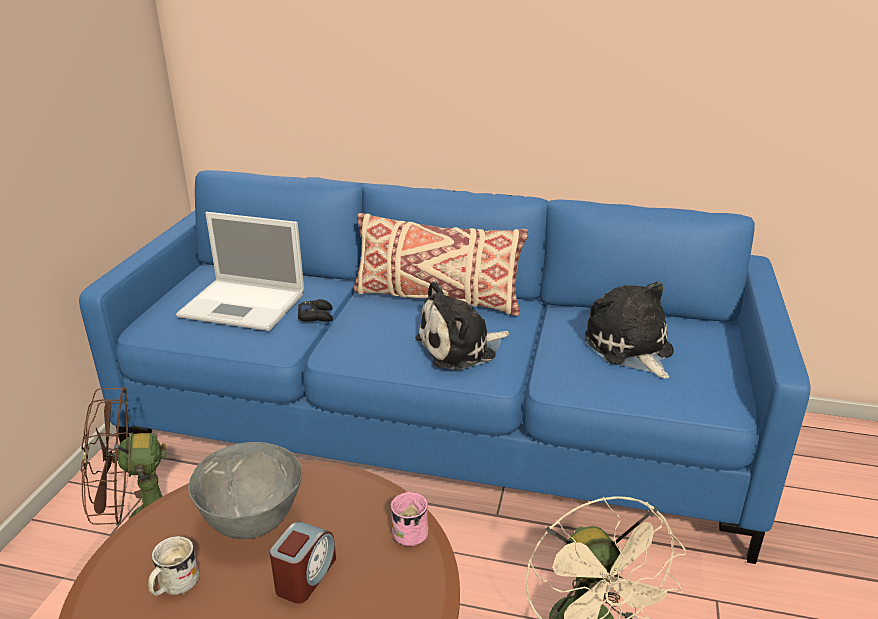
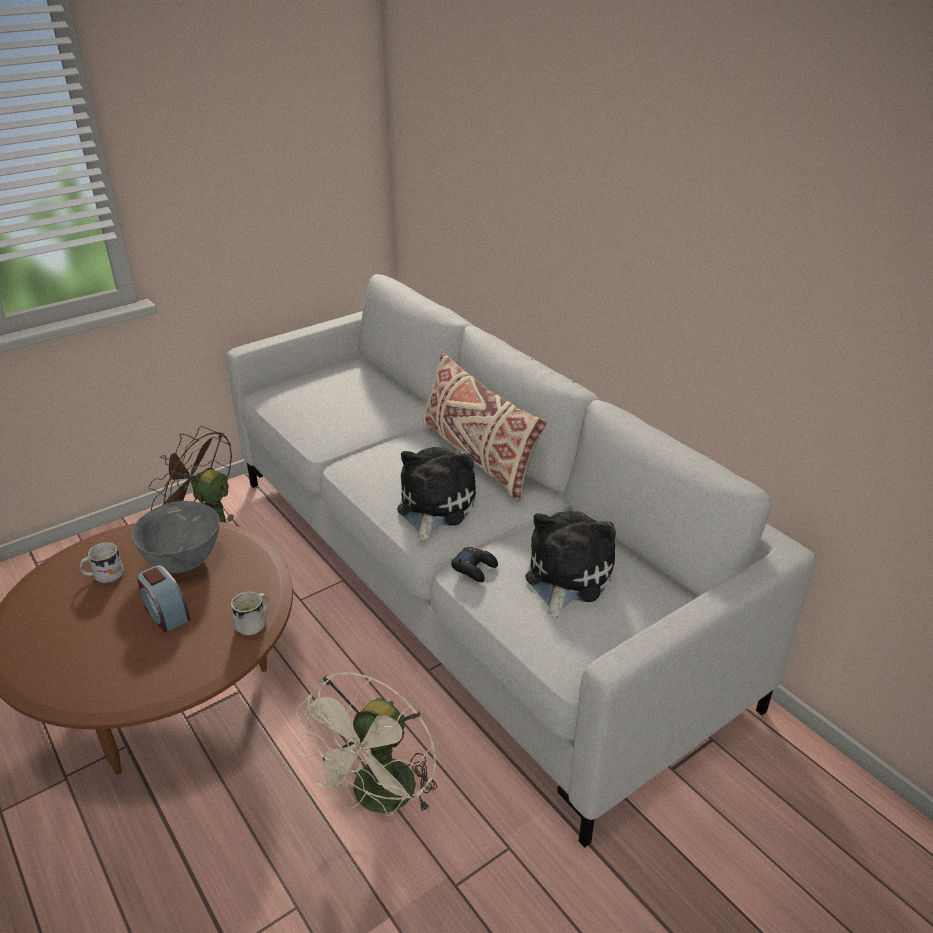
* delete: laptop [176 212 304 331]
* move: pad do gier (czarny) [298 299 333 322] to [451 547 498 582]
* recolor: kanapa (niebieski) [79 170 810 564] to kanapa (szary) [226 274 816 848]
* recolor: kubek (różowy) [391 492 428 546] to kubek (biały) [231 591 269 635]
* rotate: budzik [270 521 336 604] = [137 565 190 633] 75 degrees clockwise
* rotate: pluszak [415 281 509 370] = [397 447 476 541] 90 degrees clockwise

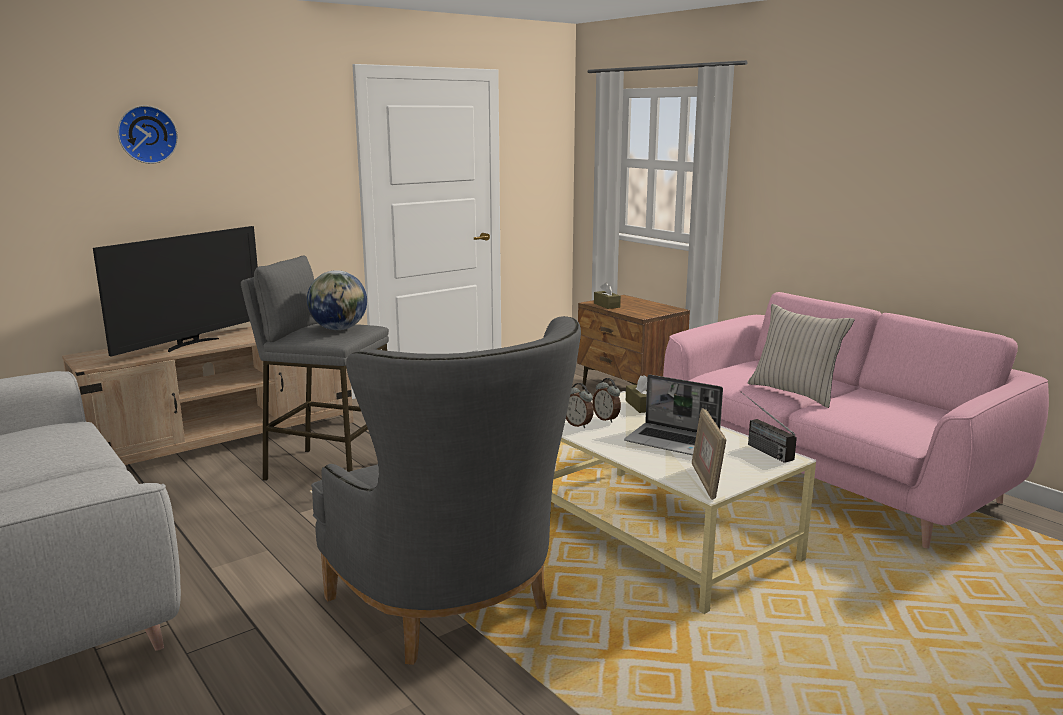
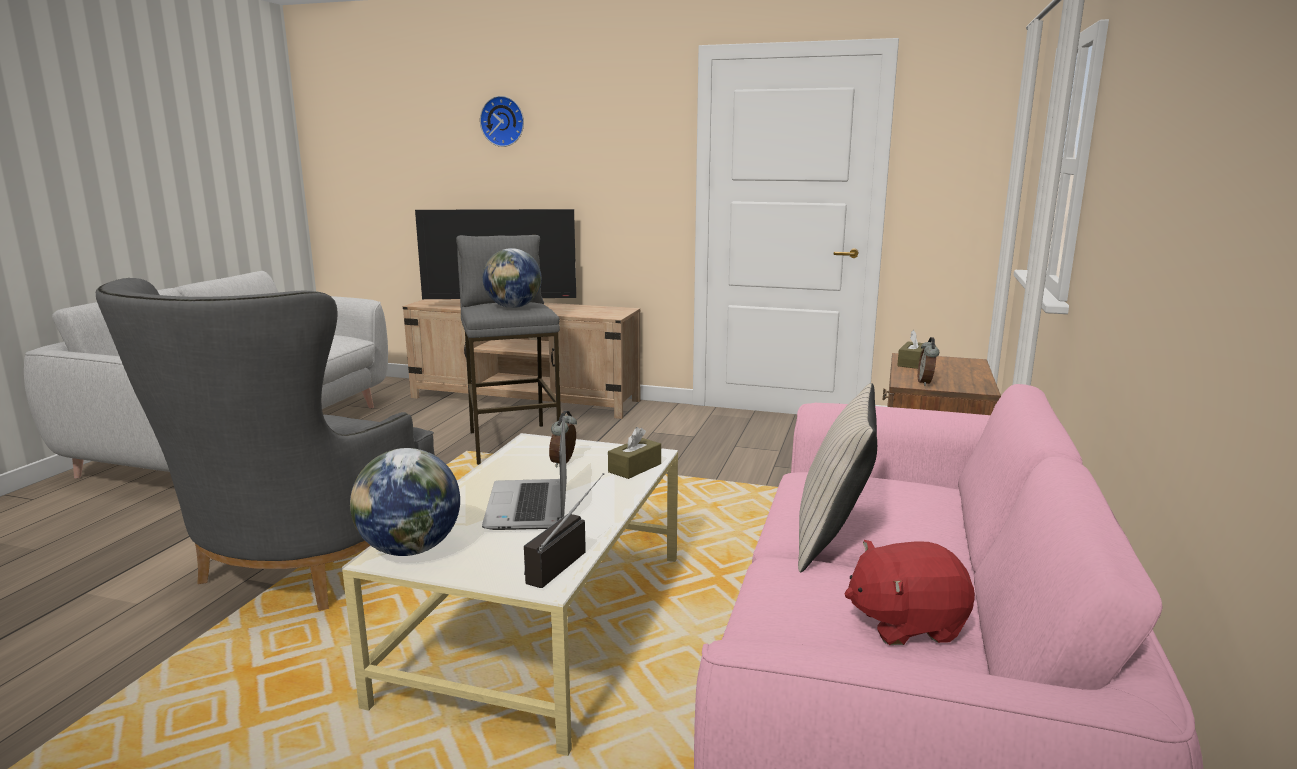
* insert: pluszak (czerwony) [845 540 975 645]
* move: budzik [566 383 594 428] to [918 337 939 386]
* replace: ramka na zdjęcie [692 408 726 500] to globus [350 448 460 556]

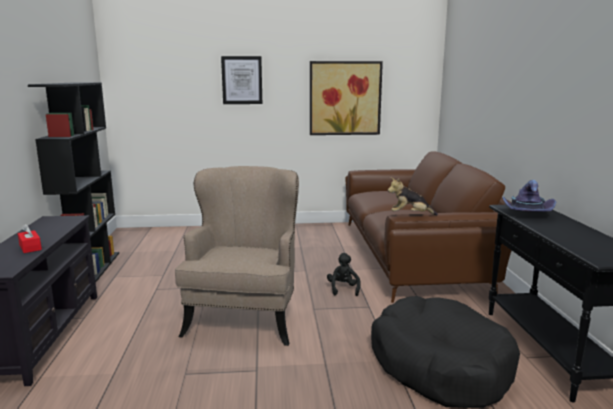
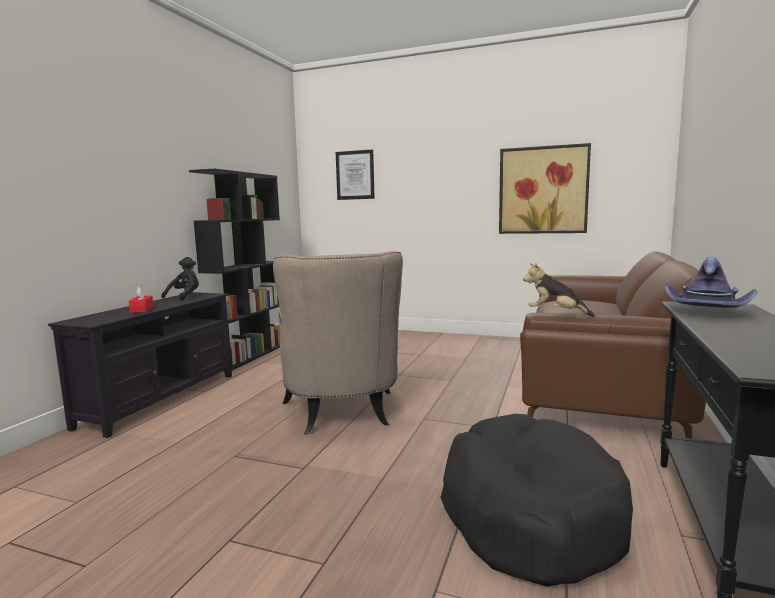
* move: obraz [221 56 262 104] to [336 149 375 200]
* move: pluszak (czarny) [327 253 361 296] to [161 257 199 301]
* rotate: fotel (beżowy) [175 166 299 346] = [273 251 403 434] 135 degrees clockwise

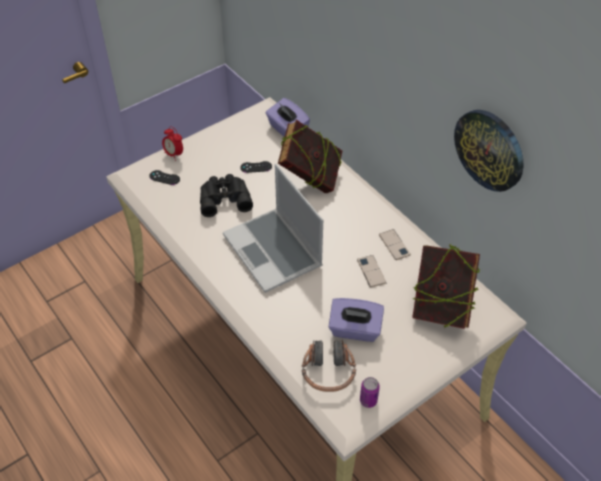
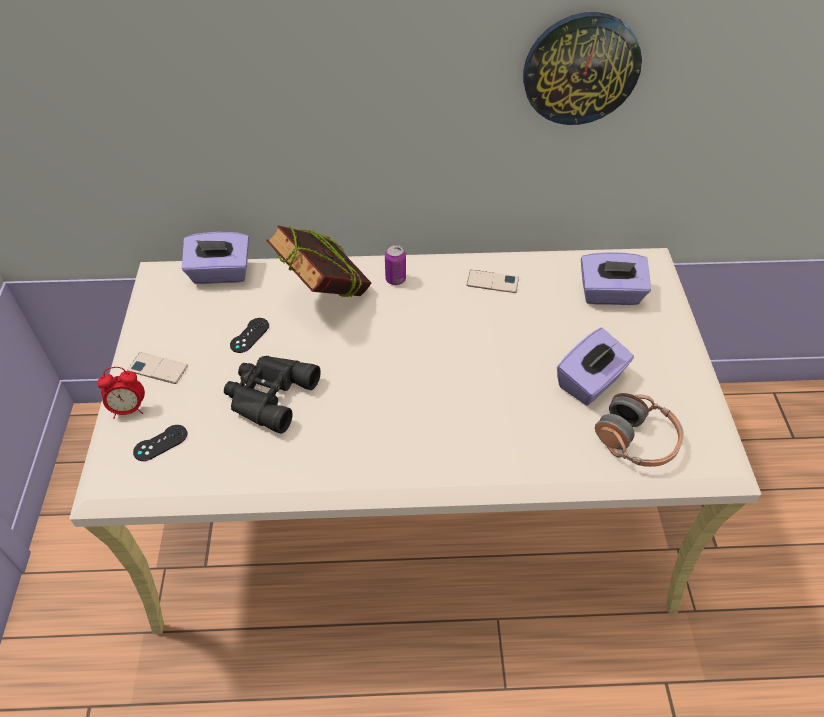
* delete: laptop [223 164 323 293]
* move: telefon [357 255 386 288] to [127 352 188 384]
* move: puszka [360 377 380 408] to [385 244 406 285]
* replace: książka [412 244 480 329] to pudełko chusteczek (fioletowy) [581 252 651 305]

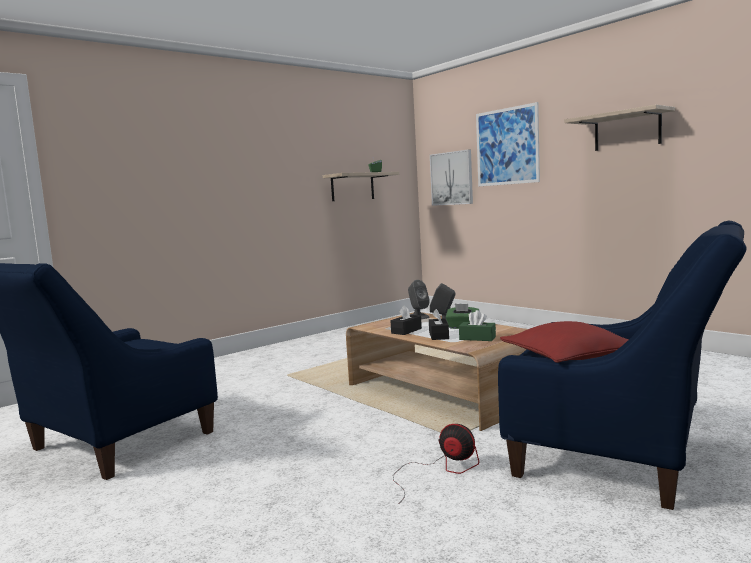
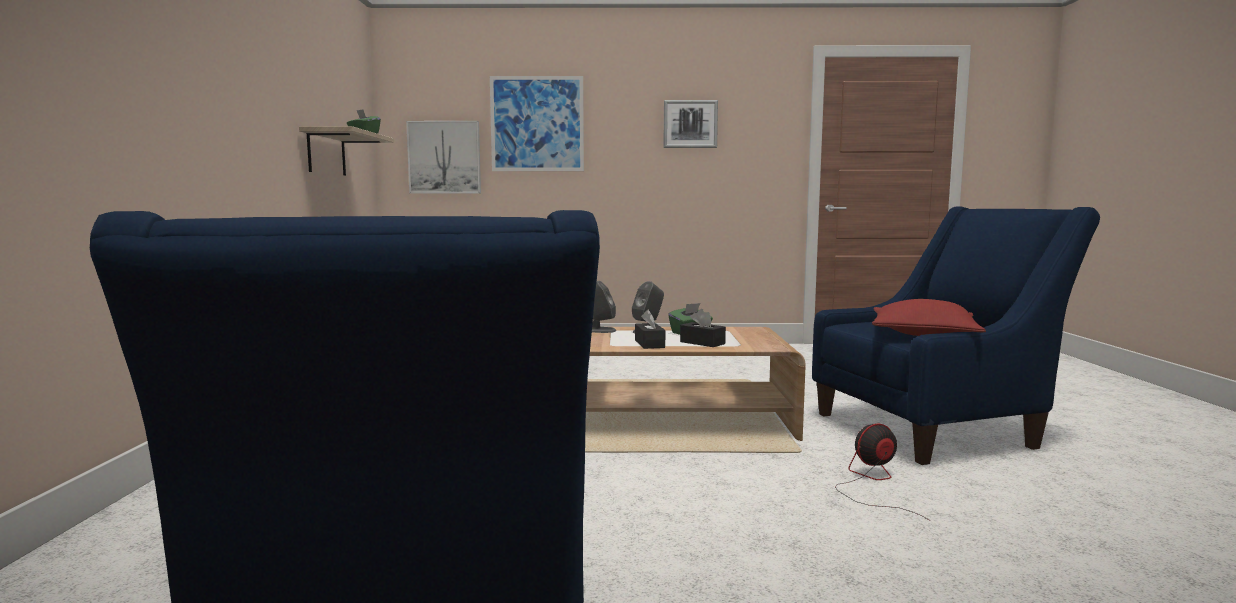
* delete: pudełko chusteczek (zielony) [459 310 496 341]
* replace: półka [564 105 675 151] to obraz [664 100 718 148]

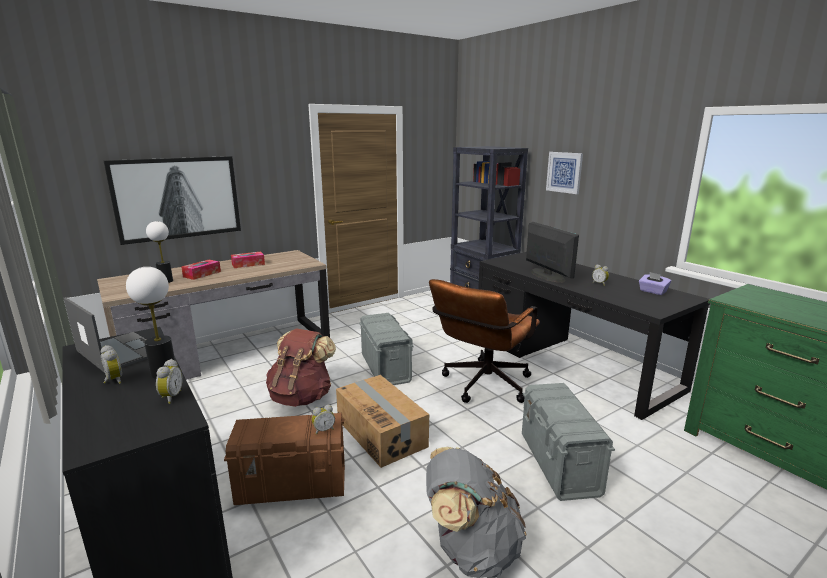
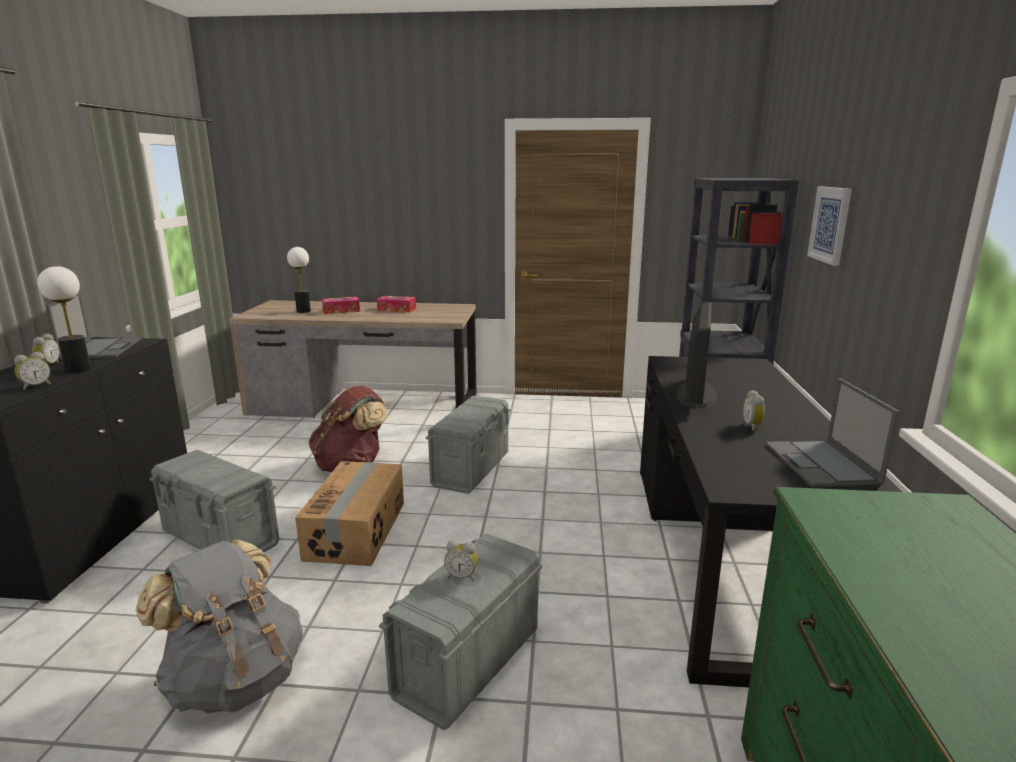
* delete: obraz [103 156 241 245]
* delete: krzesło biurowe (brązowy) [429 279 540 403]
* move: budzik [312 405 335 435] to [444 540 478 581]
* replace: pudełko chusteczek (fioletowy) [639 272 671 295] to laptop [766 378 899 487]
* recolor: pojemnik do przechowywania (brązowy) [224 413 345 505] to pojemnik do przechowywania (szary) [149 450 279 552]

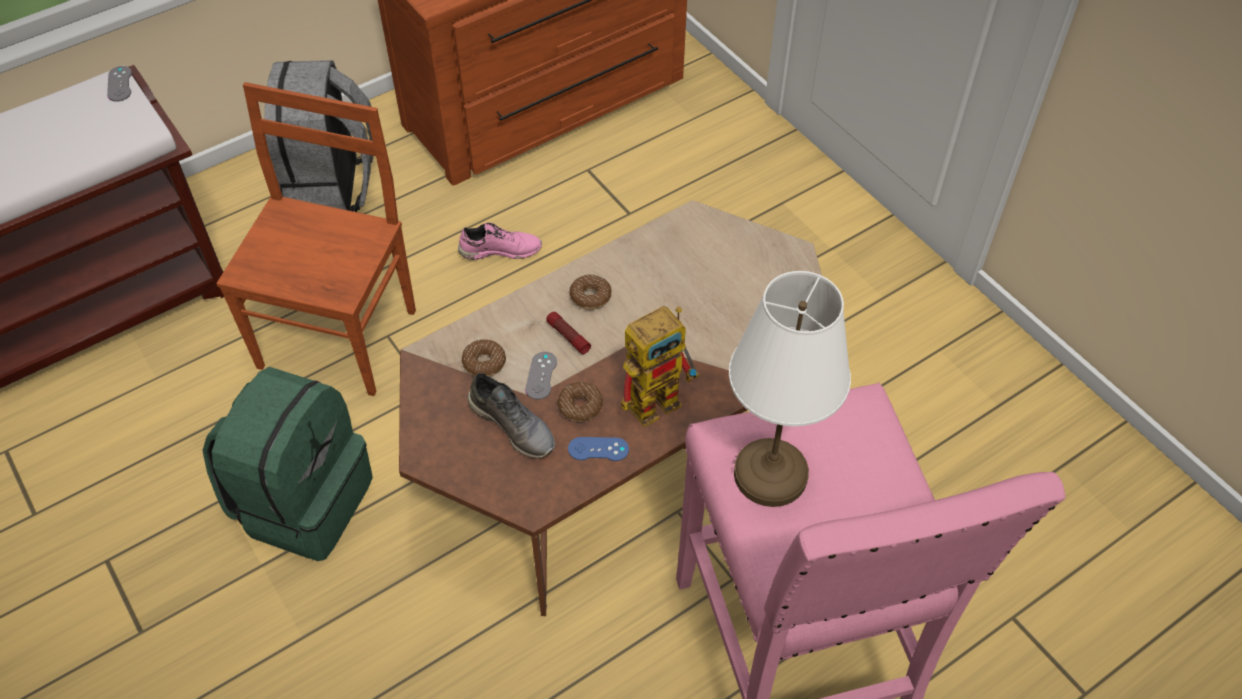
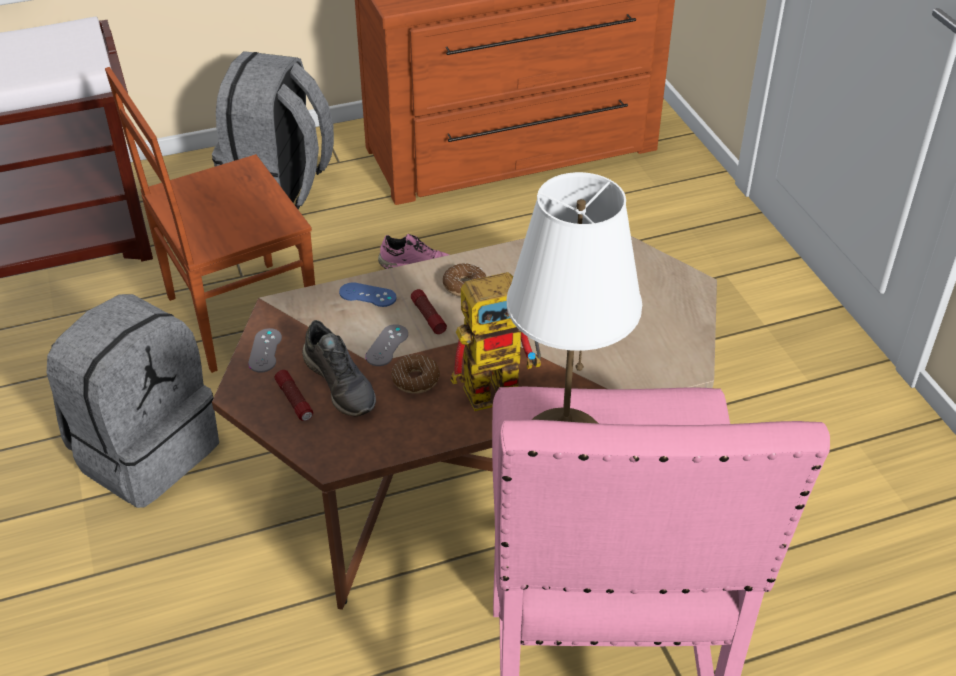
* delete: donut [462 340 506 377]
* insert: latarka [275 370 313 421]
* move: pad do gier (szary) [107 66 132 102] to [248 328 282 373]
* move: pad do gier (niebieski) [568 437 629 461] to [339 282 397 307]
* recolor: plecak (zielony) [202 367 373 561] to plecak (szary) [46 294 219 508]
* rotate: krzesło (brązowy) [216 82 416 396] = [105 67 315 373] 150 degrees counterclockwise

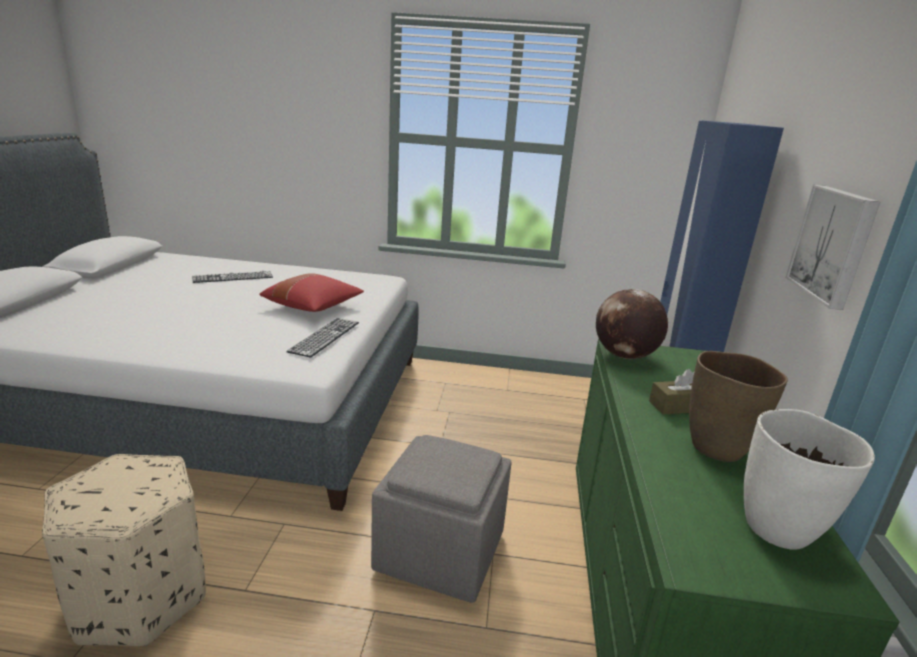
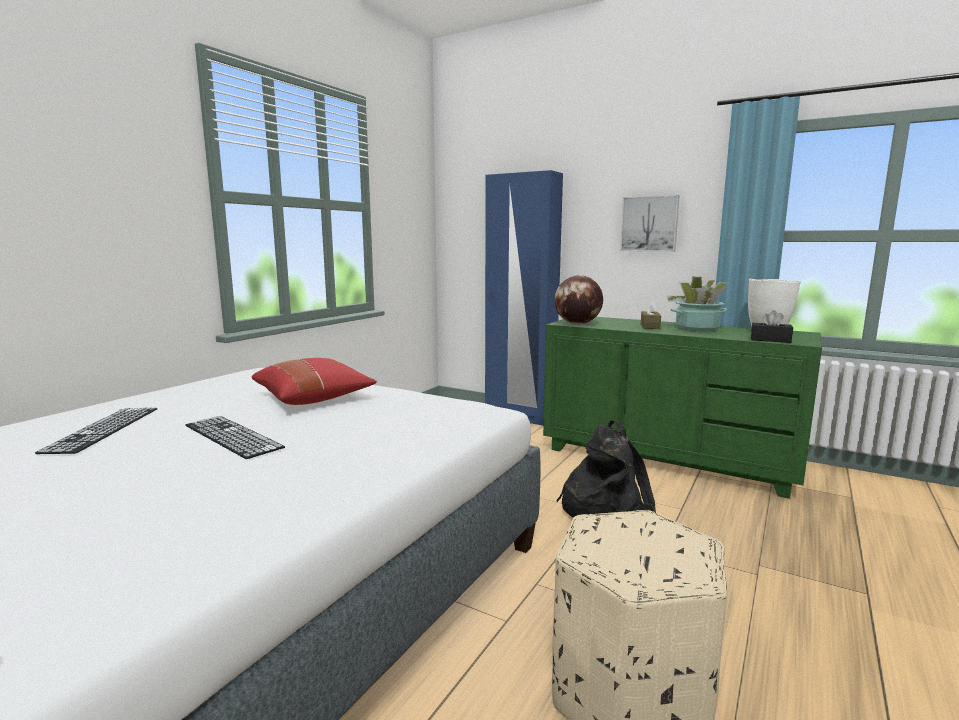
* insert: pudełko chusteczek (czarny) [751 310 793 343]
* move: klawiatura [286 318 359 358] to [185 416 285 459]
* replace: pufa (szary) [371 435 512 603] to plecak (czarny) [556 419 656 518]
* replace: wazon (brązowy) [689 351 788 462] to roślina doniczkowa [667 277 728 331]

